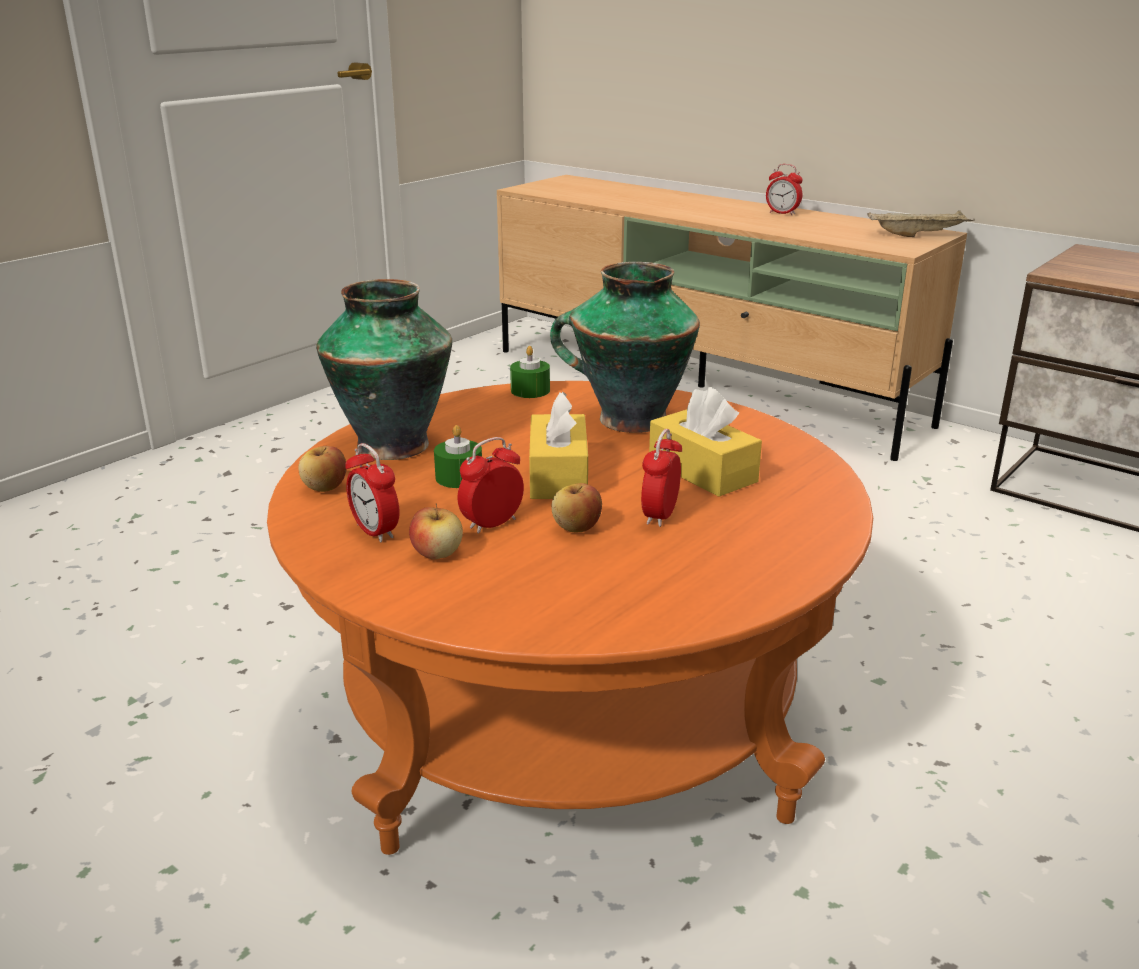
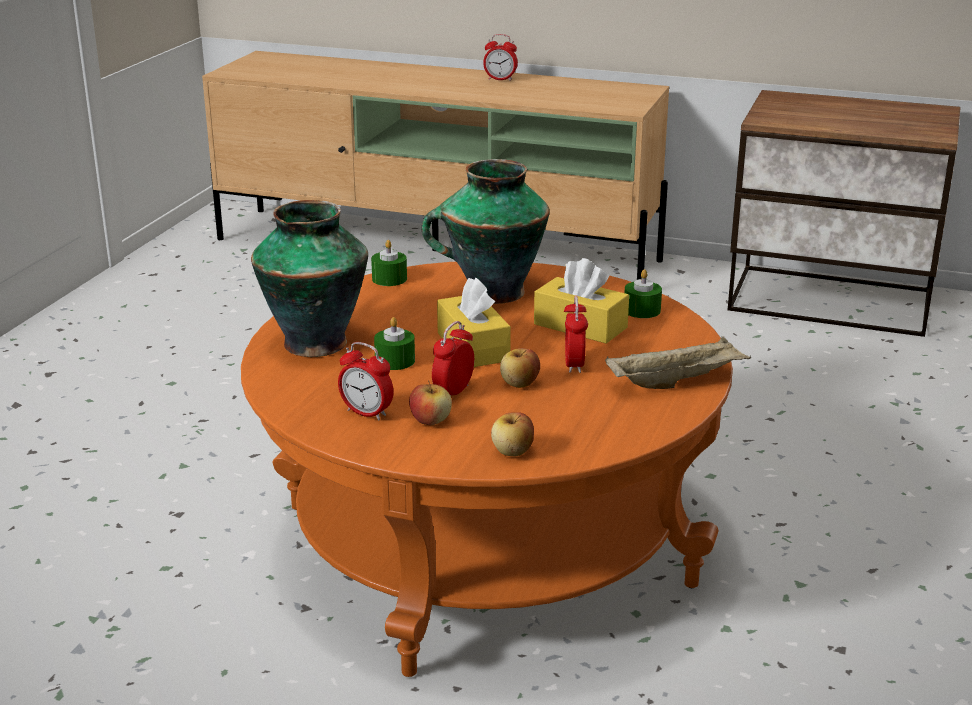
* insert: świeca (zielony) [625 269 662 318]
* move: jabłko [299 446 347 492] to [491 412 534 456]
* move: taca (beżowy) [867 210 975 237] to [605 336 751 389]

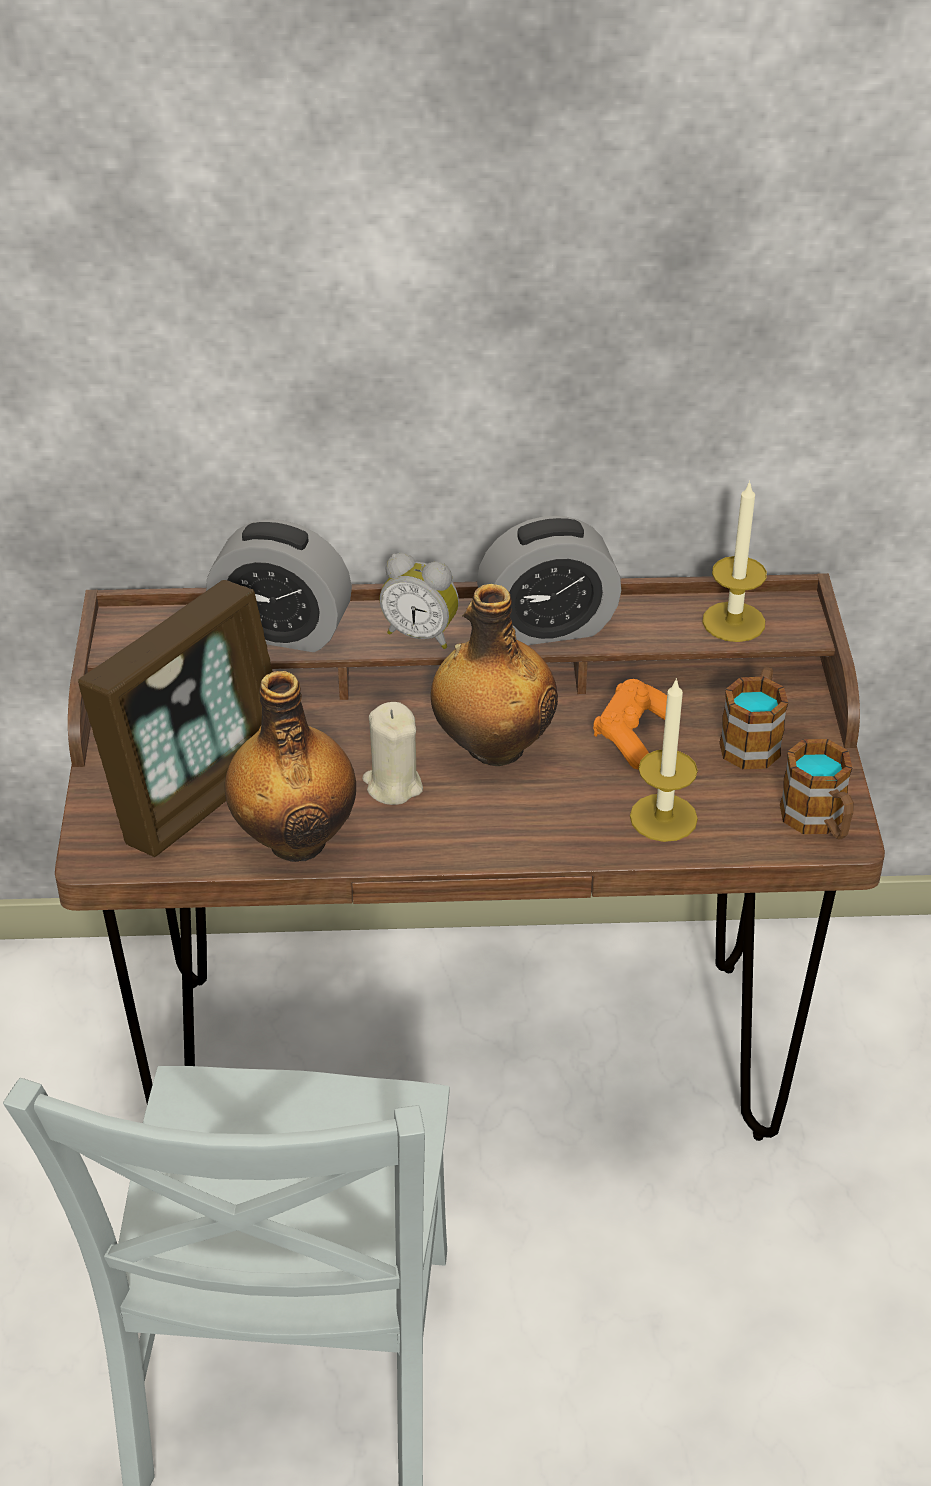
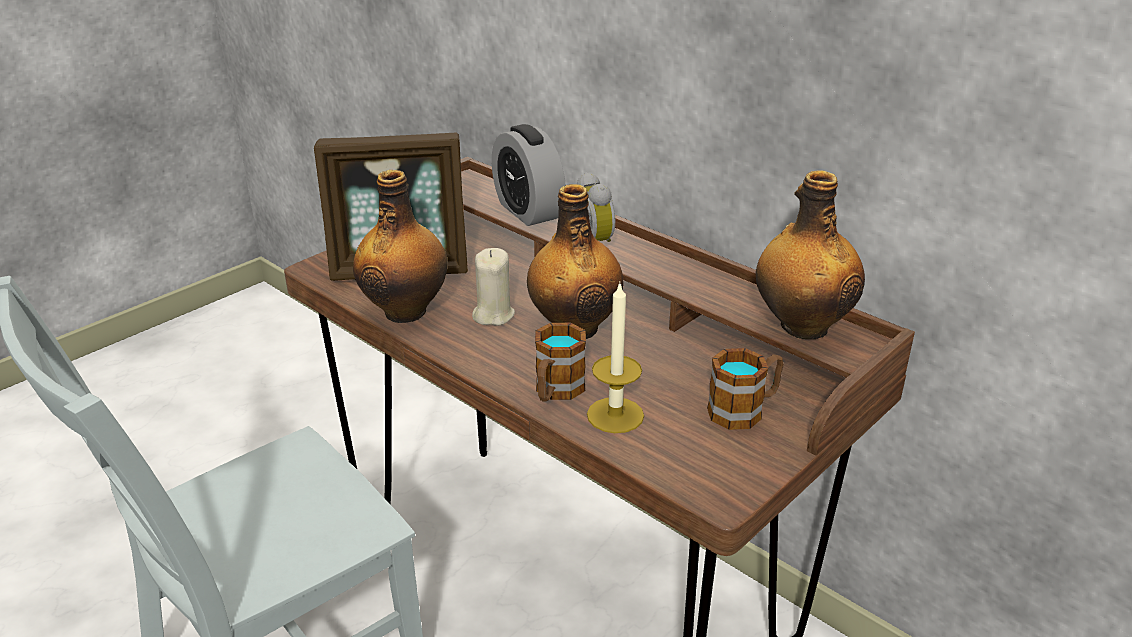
* delete: budzik [477 516 621 645]
* delete: pad do gier (pomarańczowy) [593 679 667 770]
* move: kubek [780 739 854 840] to [535 323 586 402]
* replace: świeca [702 480 767 642] to butelka [756 170 865 339]

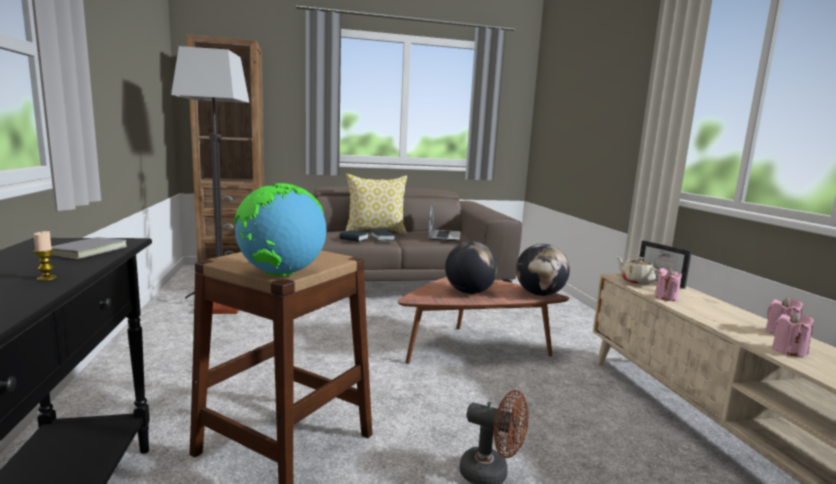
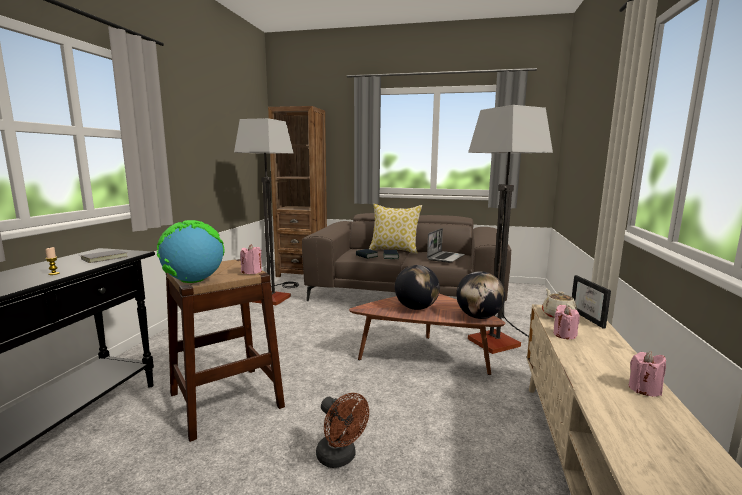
* insert: lampa stojąca [468 105 553 354]
* move: świeca (różowy) [772 312 814 357] to [240 244 262 274]

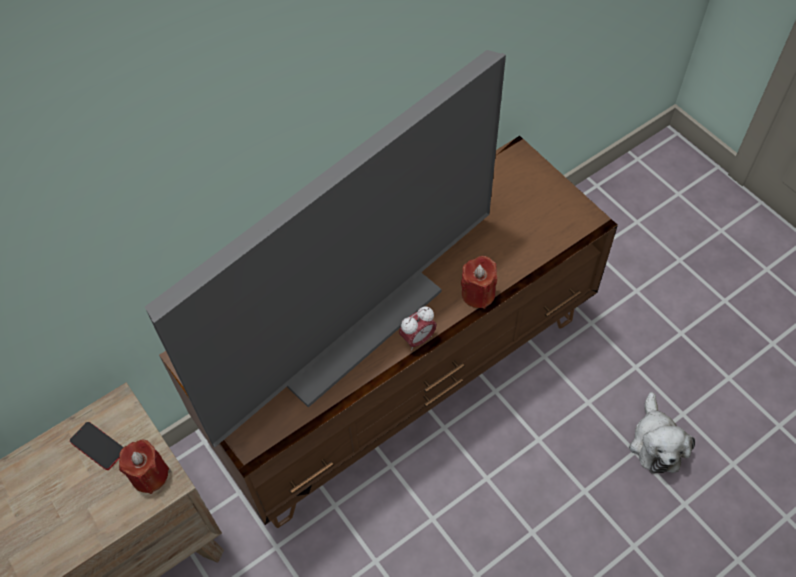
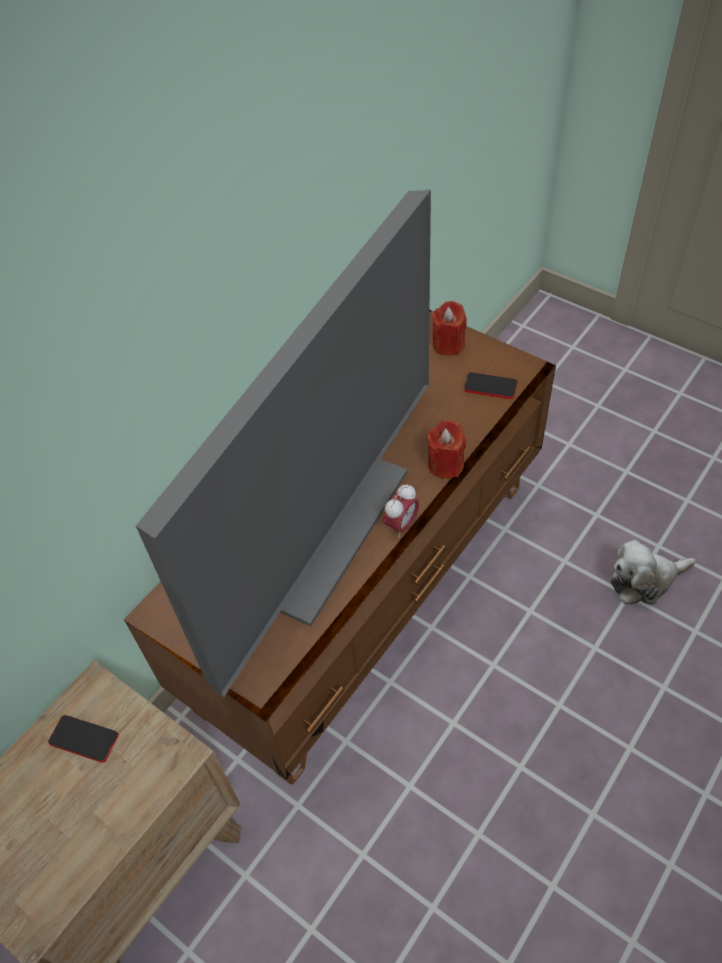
* insert: telefon [464 372 518 399]
* move: świeca (czerwony) [119 439 169 494] to [432 301 467 356]
* rotate: pluszak [629 392 695 474] = [610 540 696 605] 90 degrees clockwise

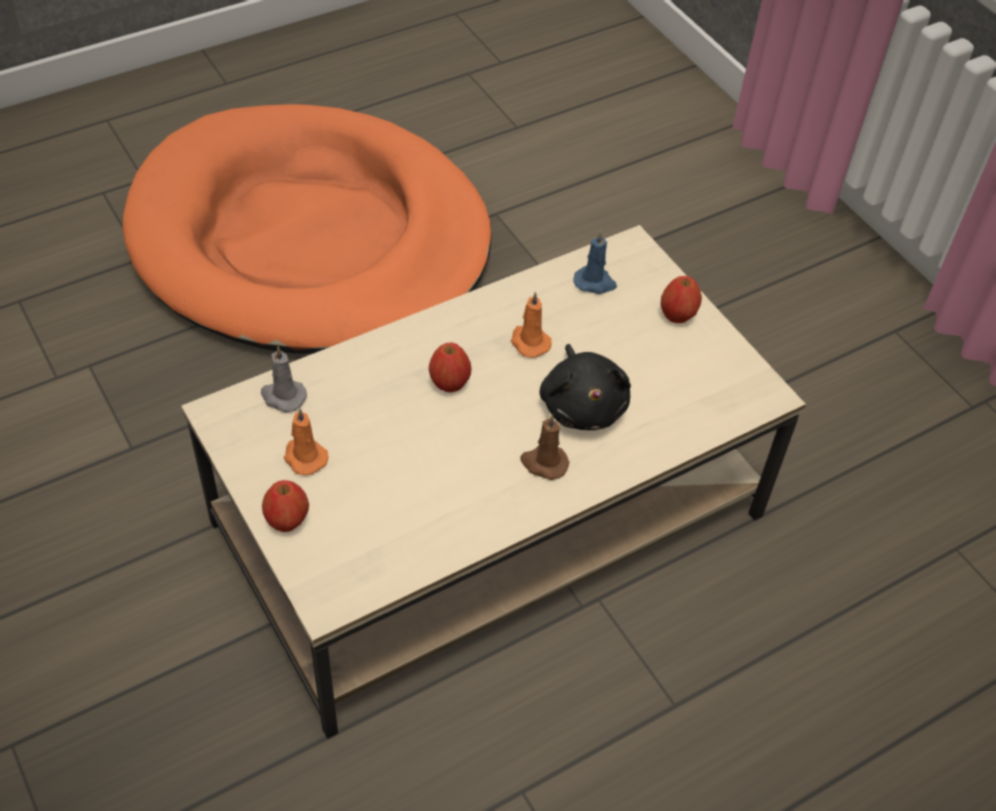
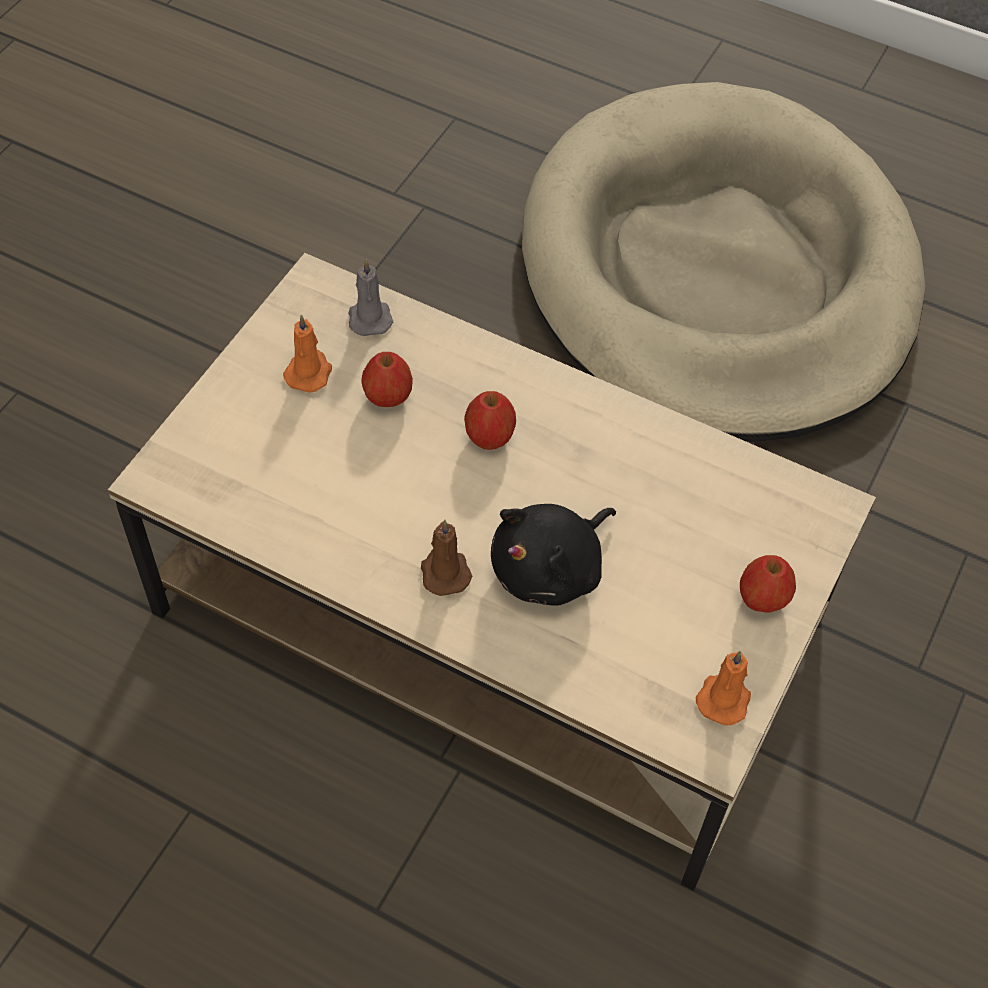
* delete: świeca (niebieski) [573 231 617 294]
* move: jabłko [262 480 309 532] to [361 352 413 407]
* move: świeca (pomarańczowy) [511 291 552 358] to [696 651 751 726]
* recolor: legowisko (pomarańczowy) [122 104 492 354] to legowisko (beżowy) [522 82 926 442]

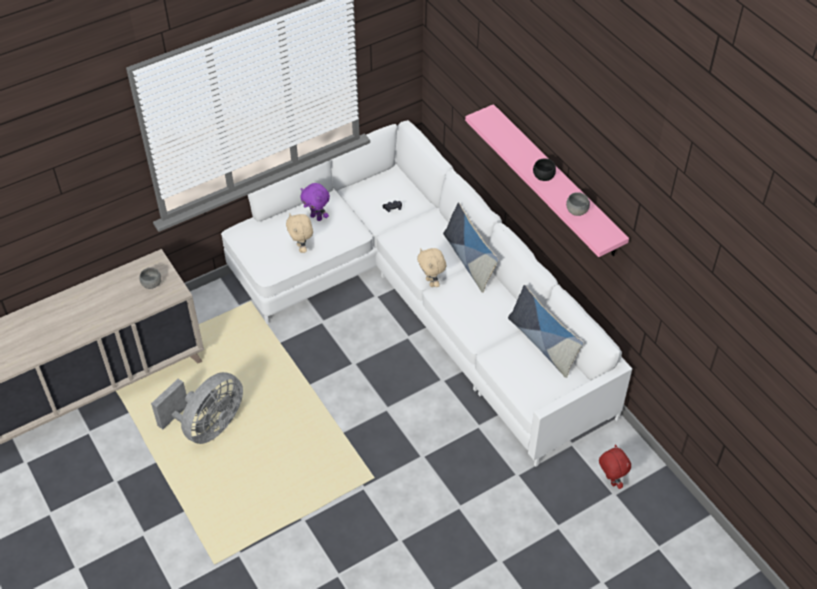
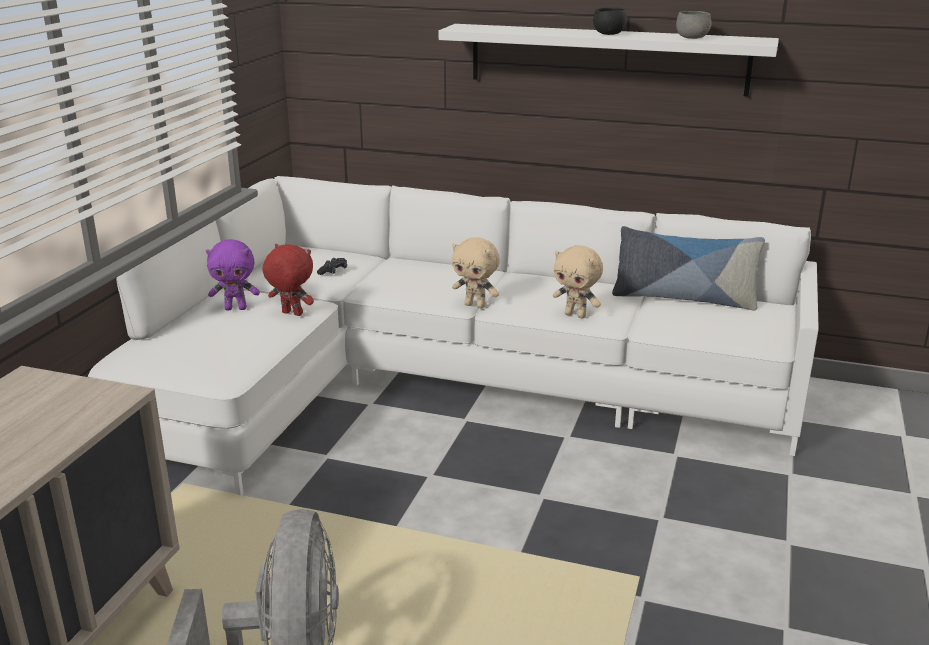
* delete: miska (szary) [140 267 161 289]
* delete: poduszka [443 202 499 293]
* move: pluszak (beżowy) [286 213 313 253] to [553 245 603 319]
* move: pluszak (czerwony) [599 445 631 489] to [263 244 314 316]
* recolor: półka (różowy) [465 104 629 257] to półka (biały) [439 24 779 96]

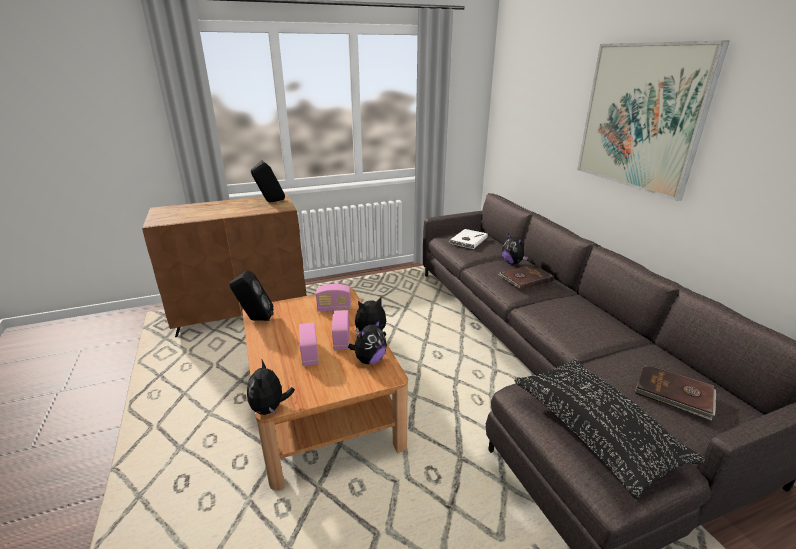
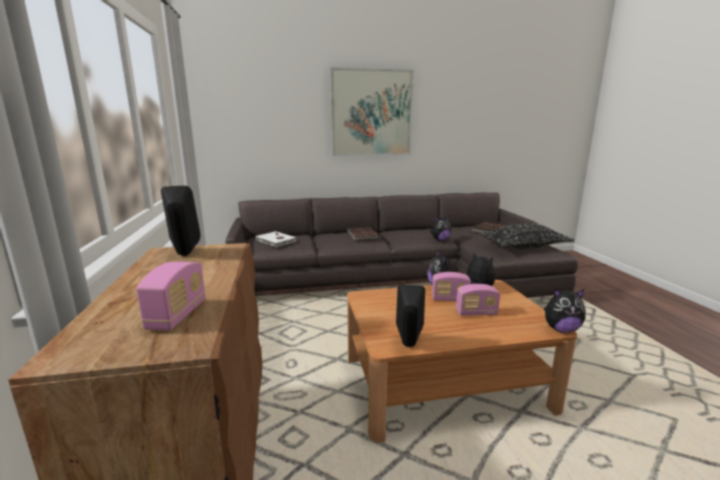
* move: radio [316 284 351 312] to [136 262 206 330]
* move: pluszak [502 233 528 265] to [430 216 451 241]

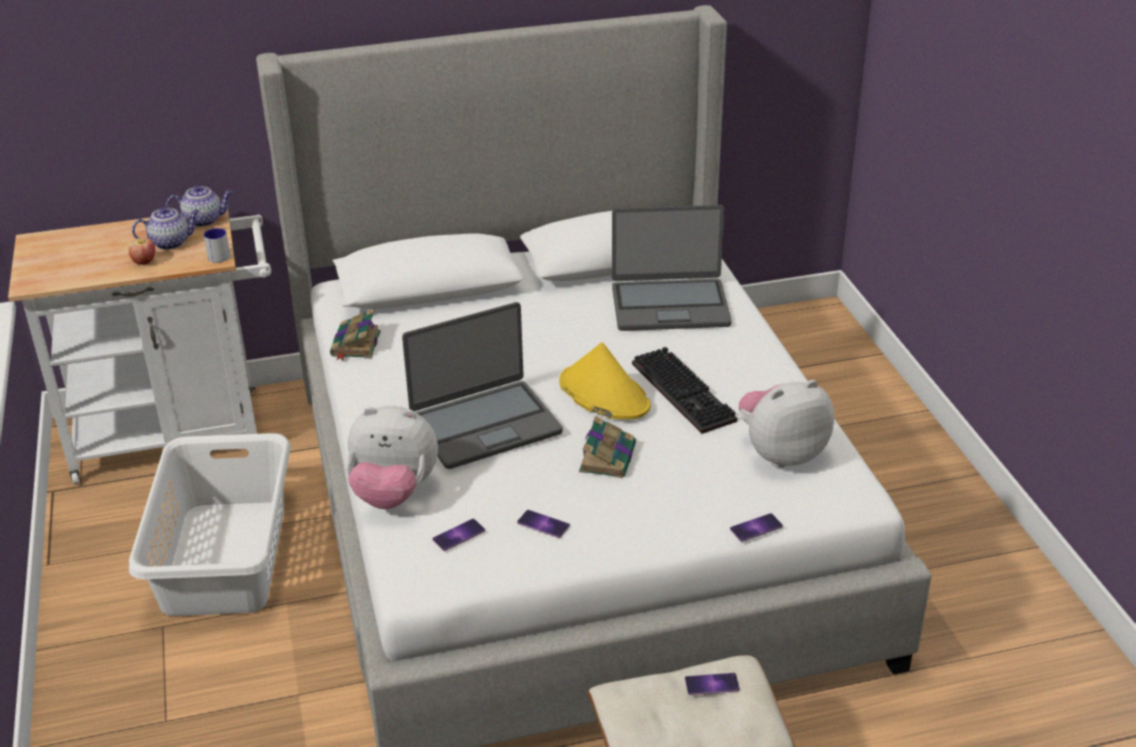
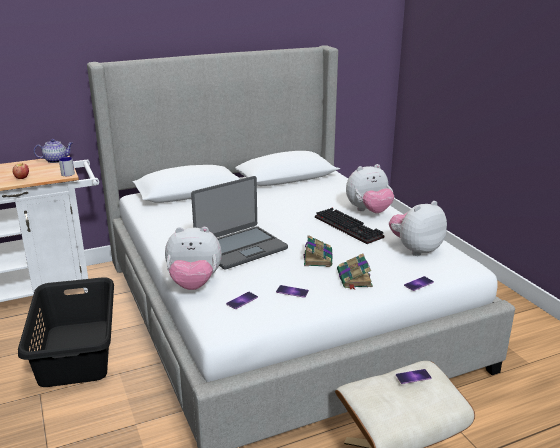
* delete: imbryk [132 207 199 250]
* delete: kapelusz (żółty) [559 342 651 420]
* delete: laptop [612 205 732 331]
* insert: pluszak [346 164 394 213]
* move: książka [330 309 381 360] to [337 254 373 290]
* recolor: kosz na pranie (biały) [129 433 291 616] to kosz na pranie (czarny) [18 277 114 387]

